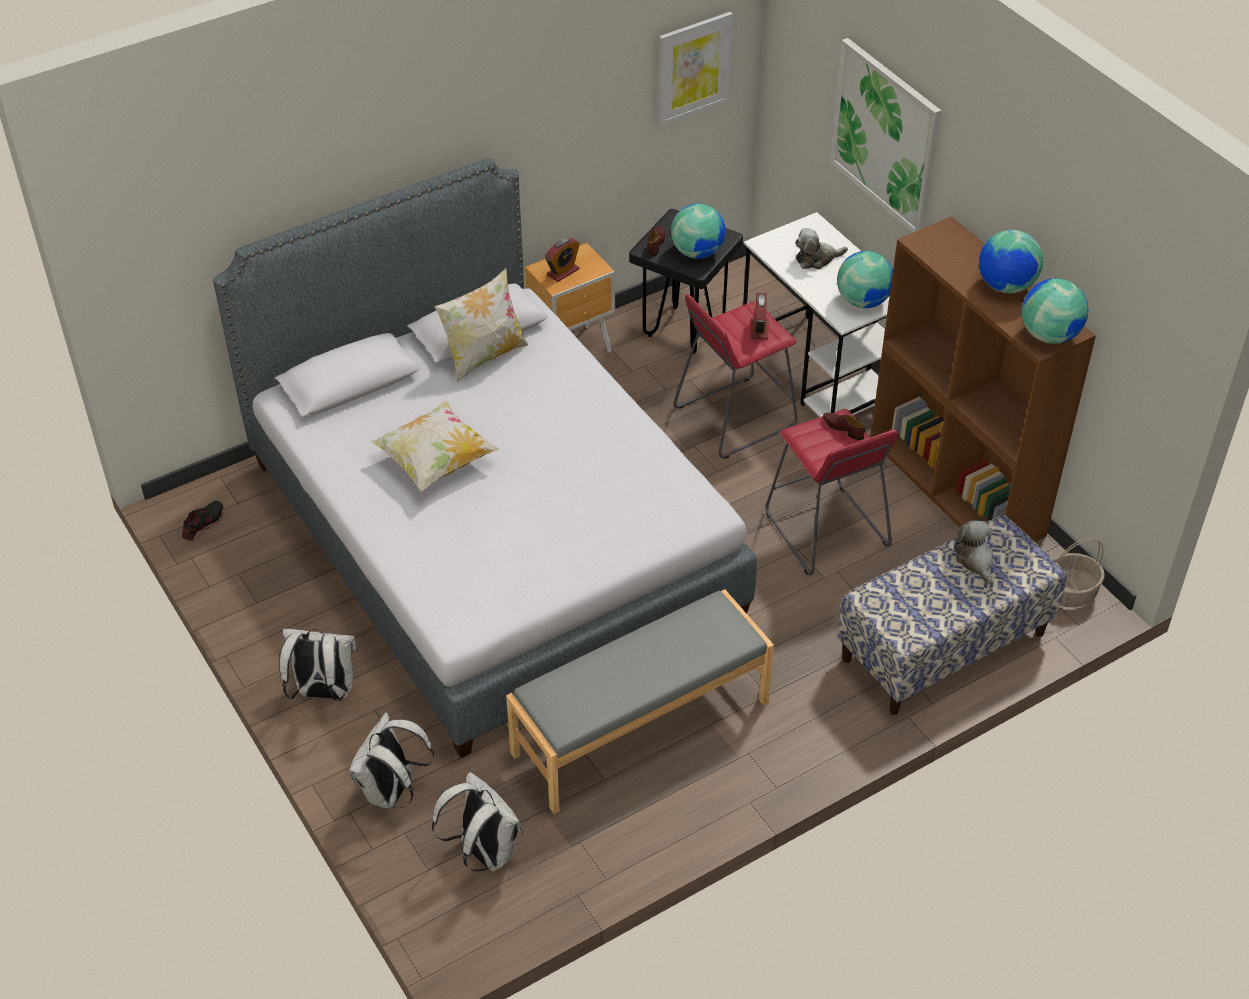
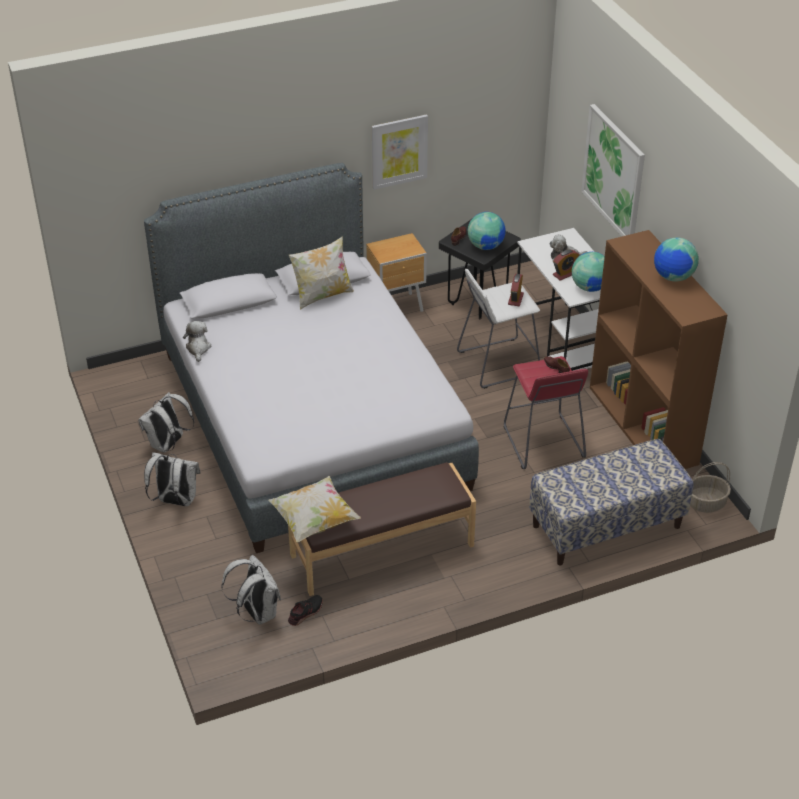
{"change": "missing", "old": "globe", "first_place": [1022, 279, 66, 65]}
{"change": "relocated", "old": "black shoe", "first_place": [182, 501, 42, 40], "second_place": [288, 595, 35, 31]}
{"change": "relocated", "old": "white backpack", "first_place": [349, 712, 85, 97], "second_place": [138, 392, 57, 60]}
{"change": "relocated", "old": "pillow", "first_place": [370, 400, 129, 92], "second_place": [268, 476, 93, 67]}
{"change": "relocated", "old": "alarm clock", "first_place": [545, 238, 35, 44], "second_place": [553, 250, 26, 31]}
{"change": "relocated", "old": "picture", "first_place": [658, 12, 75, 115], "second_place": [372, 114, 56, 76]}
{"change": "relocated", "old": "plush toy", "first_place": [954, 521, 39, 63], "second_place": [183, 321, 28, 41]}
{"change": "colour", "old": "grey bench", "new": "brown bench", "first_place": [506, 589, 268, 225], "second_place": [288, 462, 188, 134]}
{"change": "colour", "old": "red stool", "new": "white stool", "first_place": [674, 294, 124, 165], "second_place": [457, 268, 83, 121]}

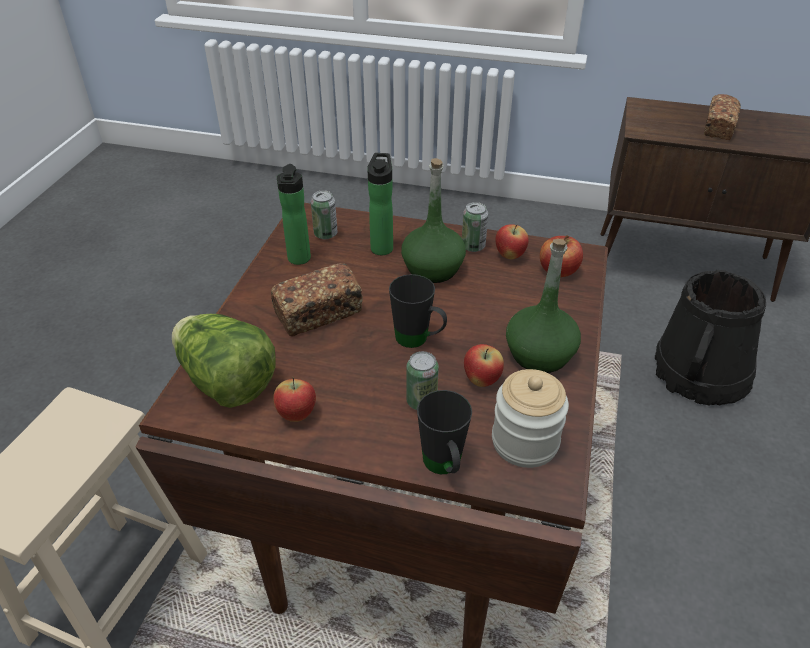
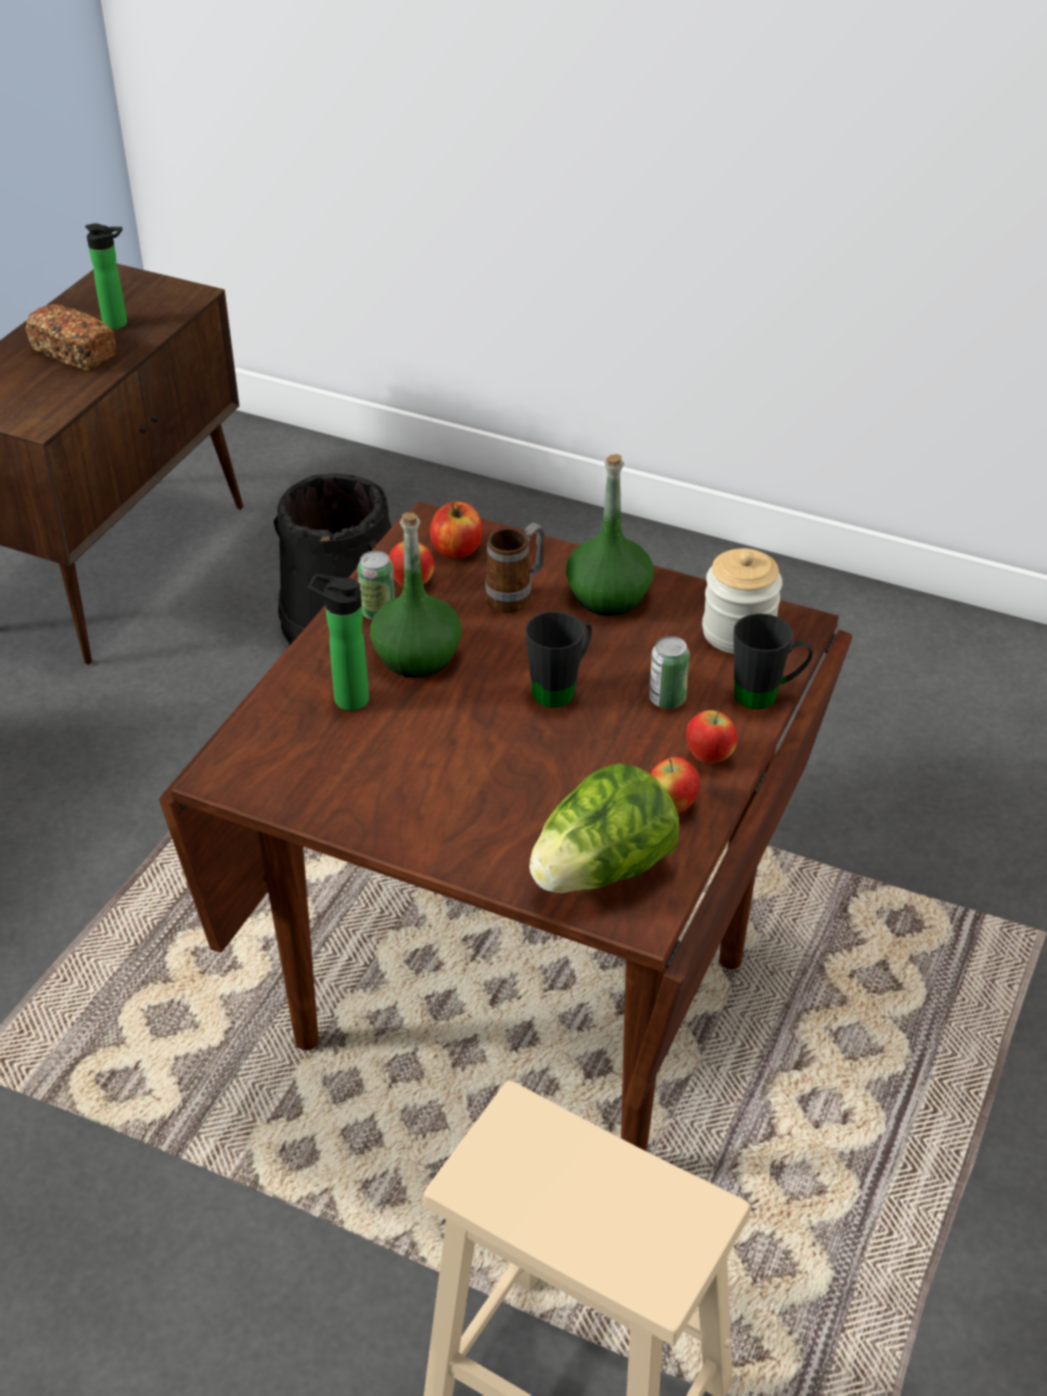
{"change": "missing", "old": "bread", "first_place": [271, 263, 92, 74]}
{"change": "missing", "old": "can", "first_place": [311, 191, 26, 48]}
{"change": "appeared", "new": "mug", "second_place": [485, 523, 60, 90]}
{"change": "relocated", "old": "bottle", "first_place": [277, 164, 34, 101], "second_place": [85, 223, 42, 106]}
{"change": "relocated", "old": "apple", "first_place": [464, 344, 40, 43], "second_place": [686, 710, 51, 53]}

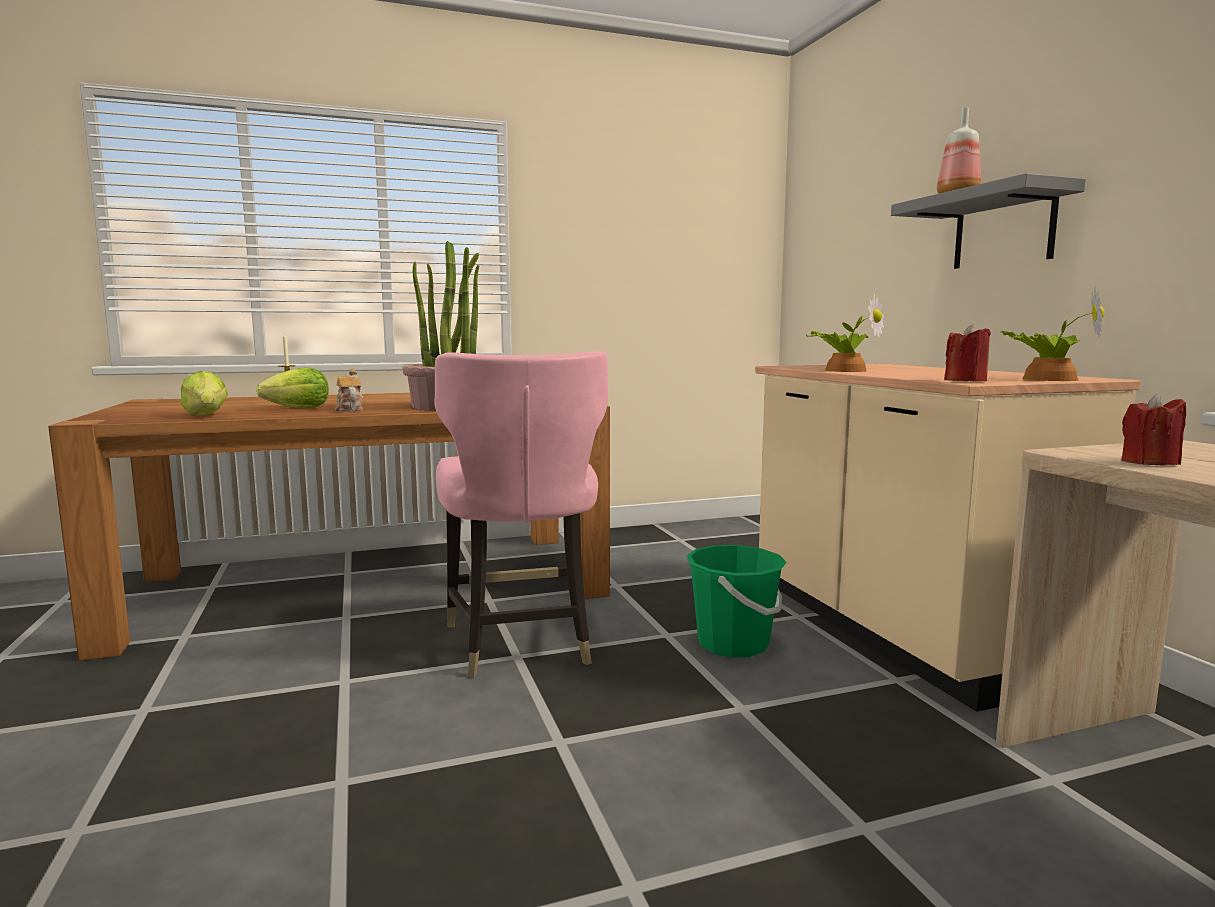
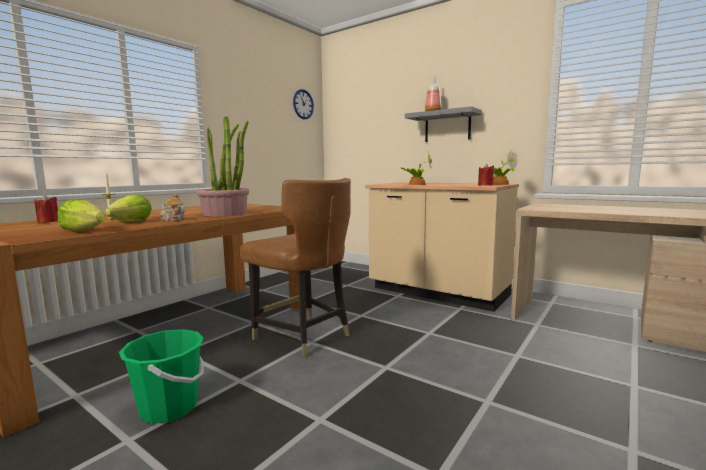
{"change": "appeared", "new": "wall clock", "second_place": [293, 89, 21, 30]}
{"change": "relocated", "old": "green bucket", "first_place": [686, 545, 101, 113], "second_place": [119, 329, 85, 95]}
{"change": "relocated", "old": "red candle", "first_place": [1121, 393, 65, 73], "second_place": [34, 195, 24, 28]}
{"change": "colour", "old": "pink chair", "new": "brown chair", "first_place": [435, 351, 173, 327], "second_place": [240, 178, 111, 179]}

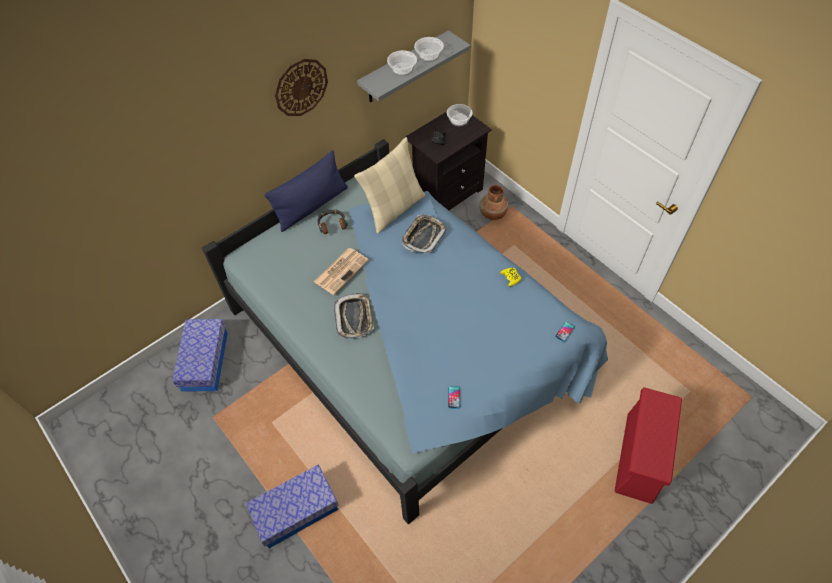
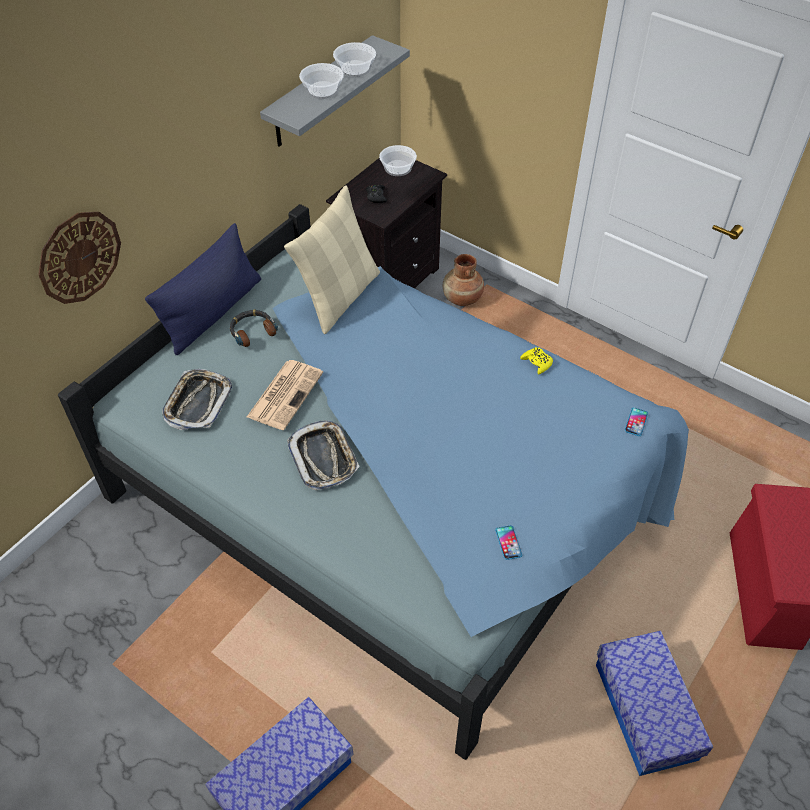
{"change": "relocated", "old": "storage box", "first_place": [172, 319, 56, 73], "second_place": [596, 631, 117, 145]}
{"change": "relocated", "old": "wall clock", "first_place": [275, 59, 53, 57], "second_place": [38, 212, 83, 92]}
{"change": "relocated", "old": "tray", "first_place": [402, 215, 44, 39], "second_place": [162, 369, 70, 61]}

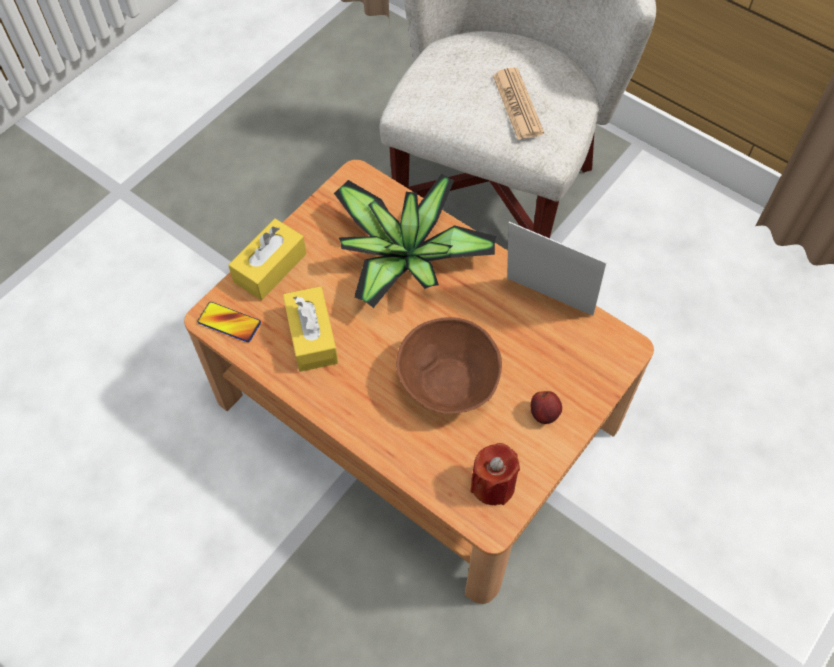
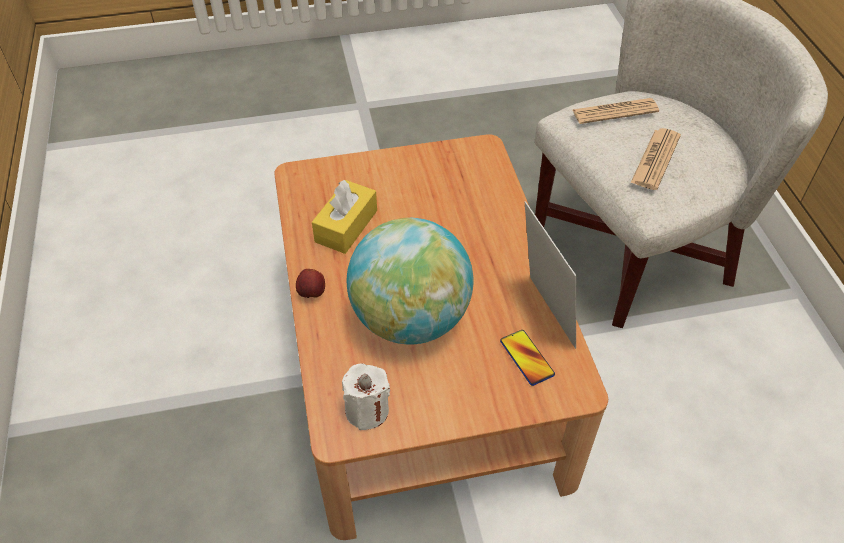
{"change": "missing", "old": "yellow tissue box", "first_place": [228, 219, 78, 81]}
{"change": "missing", "old": "potted plant", "first_place": [334, 174, 162, 134]}
{"change": "appeared", "new": "newspaper", "second_place": [573, 98, 86, 26]}
{"change": "relocated", "old": "phone", "first_place": [197, 302, 64, 40], "second_place": [500, 330, 55, 56]}
{"change": "relocated", "old": "apple", "first_place": [531, 391, 31, 33], "second_place": [296, 269, 29, 29]}
{"change": "exchanged", "old": "brown bowl", "new": "globe", "first_place": [396, 317, 106, 97], "second_place": [347, 218, 126, 126]}
{"change": "colour", "old": "red candle", "new": "white candle", "first_place": [470, 443, 50, 63], "second_place": [342, 363, 48, 67]}

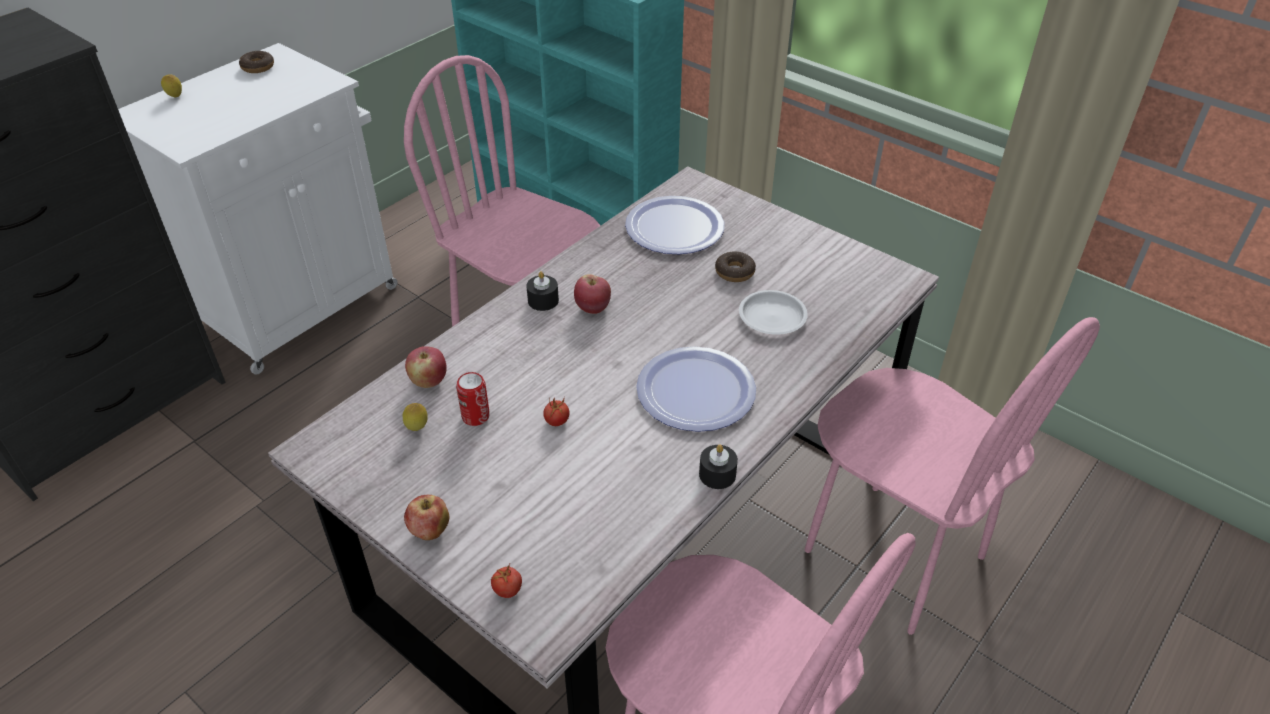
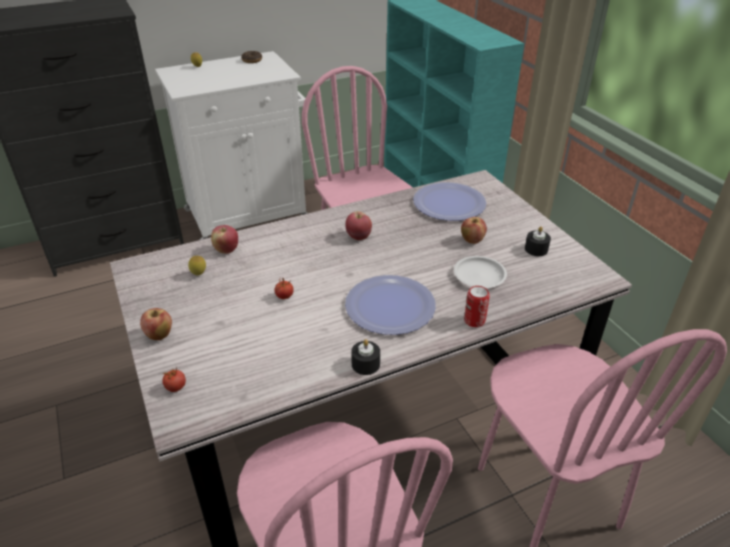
{"change": "relocated", "old": "can", "first_place": [456, 372, 34, 54], "second_place": [464, 286, 26, 41]}
{"change": "relocated", "old": "black candle", "first_place": [526, 271, 33, 40], "second_place": [525, 226, 26, 30]}
{"change": "exchanged", "old": "donut", "new": "apple", "first_place": [715, 252, 41, 30], "second_place": [461, 217, 26, 27]}

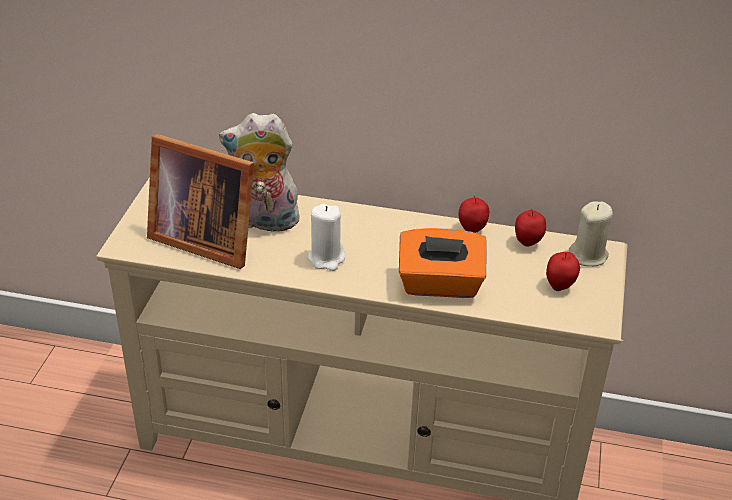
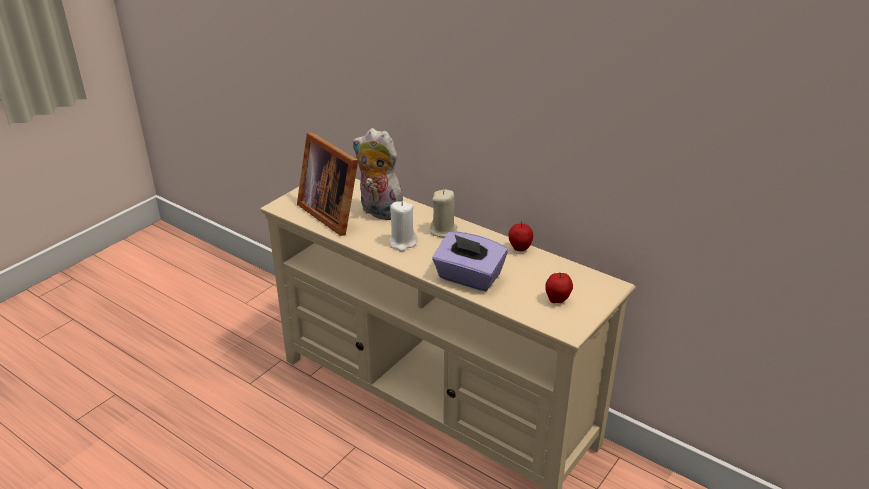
{"change": "missing", "old": "apple", "first_place": [515, 208, 31, 39]}
{"change": "relocated", "old": "beige candle", "first_place": [569, 201, 44, 65], "second_place": [430, 189, 28, 48]}
{"change": "colour", "old": "orange tissue box", "new": "purple tissue box", "first_place": [399, 228, 87, 70], "second_place": [432, 232, 76, 59]}

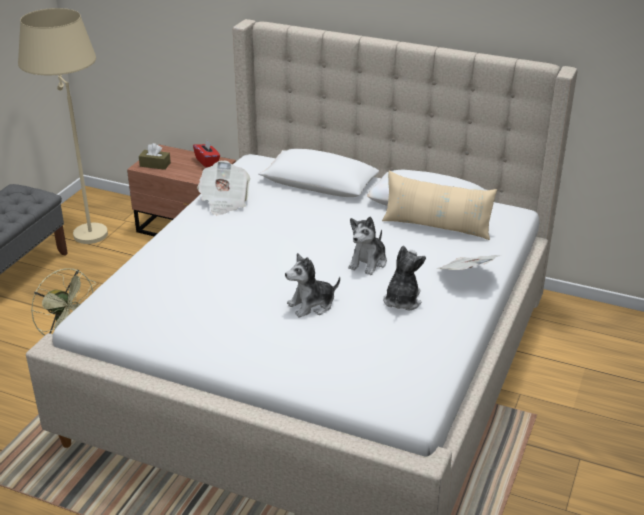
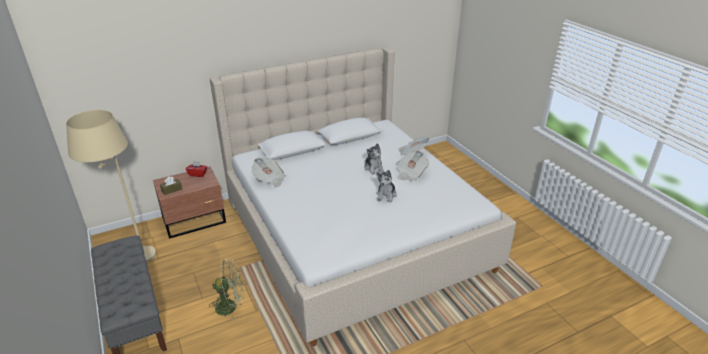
{"change": "missing", "old": "beige pillow", "first_place": [382, 171, 115, 69]}
{"change": "exchanged", "old": "plush toy", "new": "newspaper", "first_place": [383, 246, 43, 65], "second_place": [397, 150, 32, 31]}

